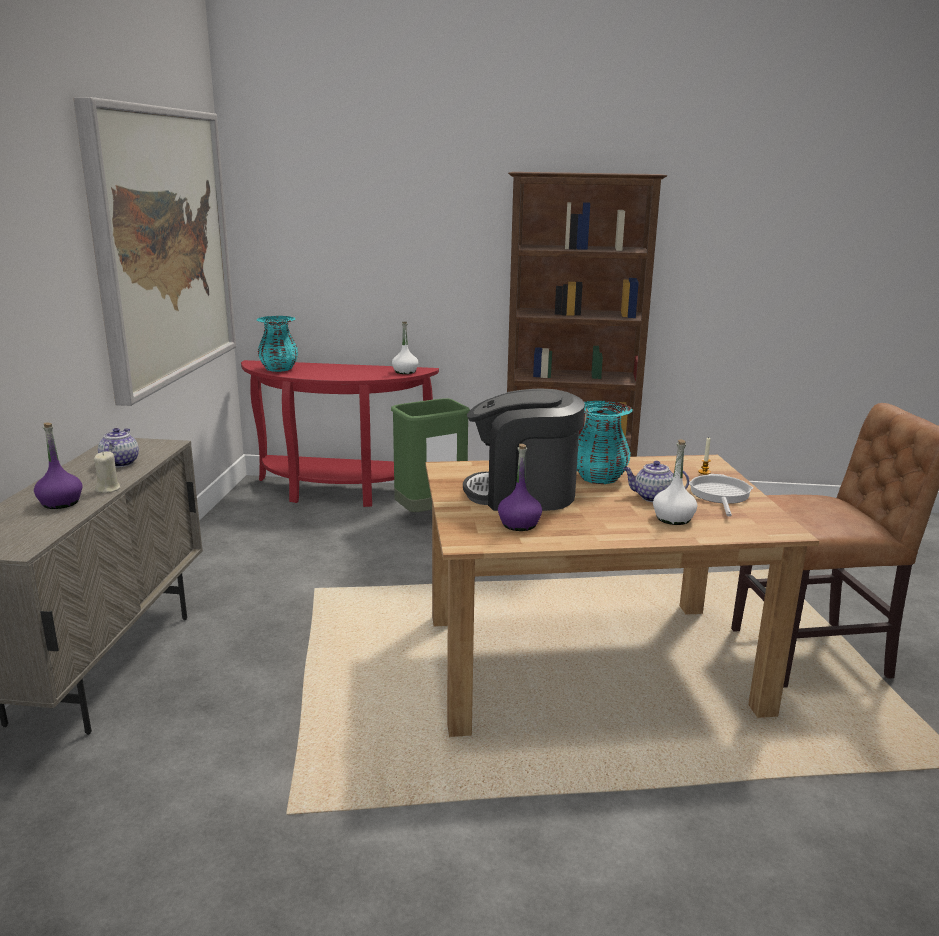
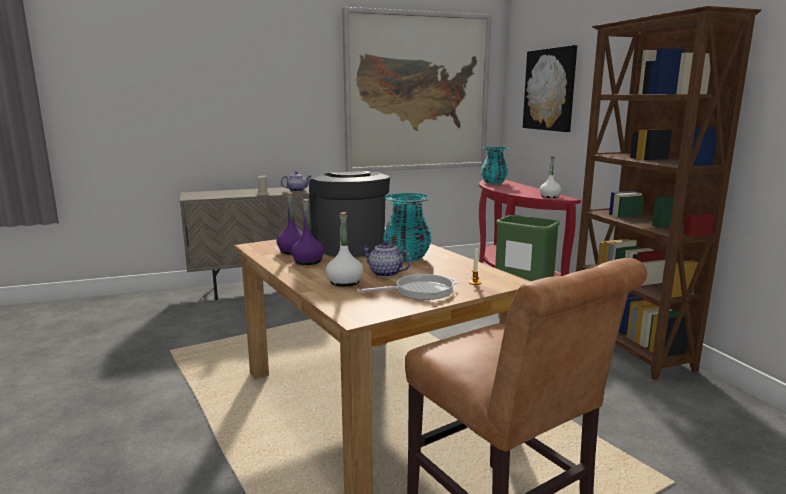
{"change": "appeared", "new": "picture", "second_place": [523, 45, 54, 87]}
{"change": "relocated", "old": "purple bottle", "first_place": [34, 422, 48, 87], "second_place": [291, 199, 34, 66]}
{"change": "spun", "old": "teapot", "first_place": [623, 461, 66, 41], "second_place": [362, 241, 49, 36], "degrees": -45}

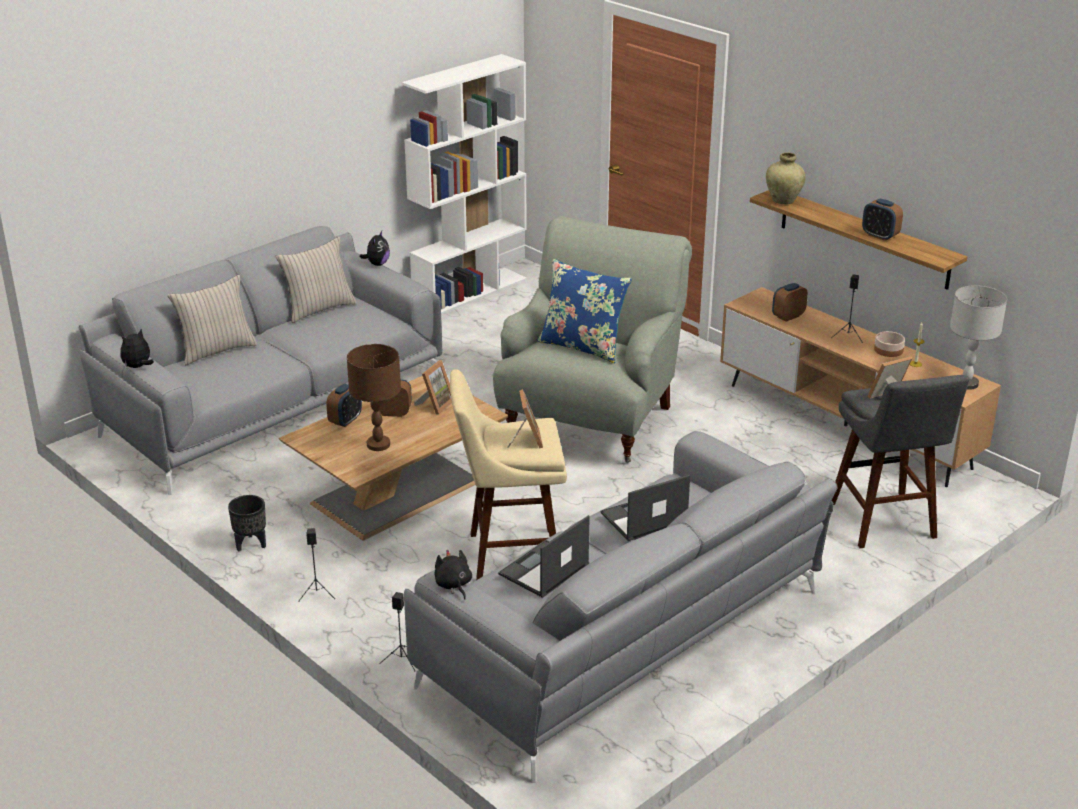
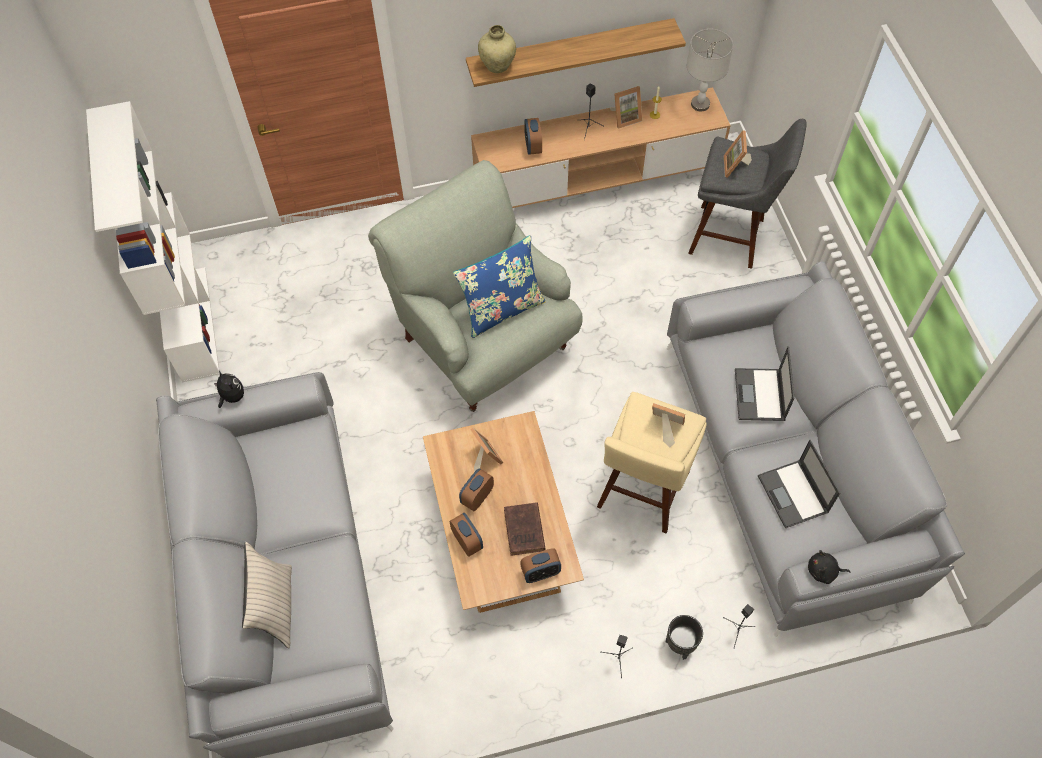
{"change": "missing", "old": "plush toy", "first_place": [120, 329, 34, 39]}
{"change": "missing", "old": "beige pillow", "first_place": [275, 237, 82, 86]}
{"change": "relocated", "old": "black planter", "first_place": [228, 495, 38, 56], "second_place": [665, 615, 38, 45]}
{"change": "relocated", "old": "alarm clock", "first_place": [862, 199, 41, 42], "second_place": [521, 548, 40, 35]}
{"change": "exchanged", "old": "brown table lamp", "new": "brown book", "first_place": [347, 344, 54, 107], "second_place": [504, 502, 42, 54]}
{"change": "exchanged", "old": "bowl", "new": "picture frame", "first_place": [874, 331, 31, 26], "second_place": [610, 86, 32, 43]}

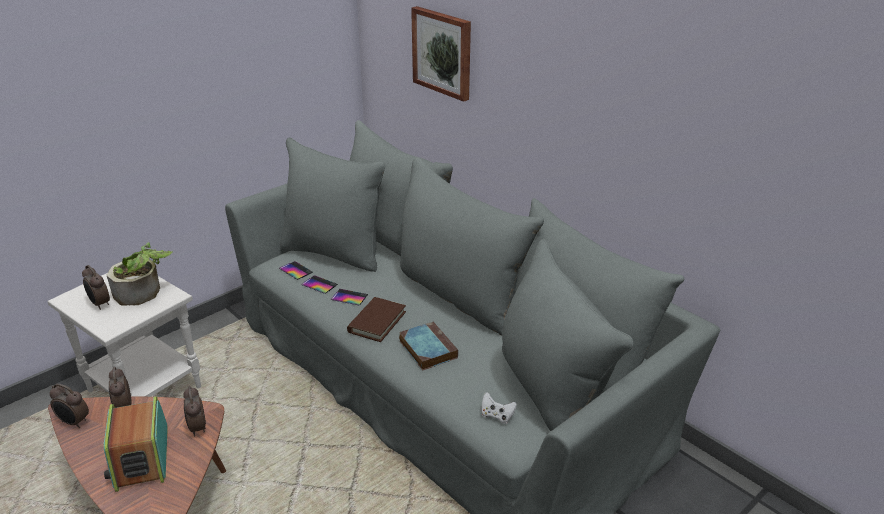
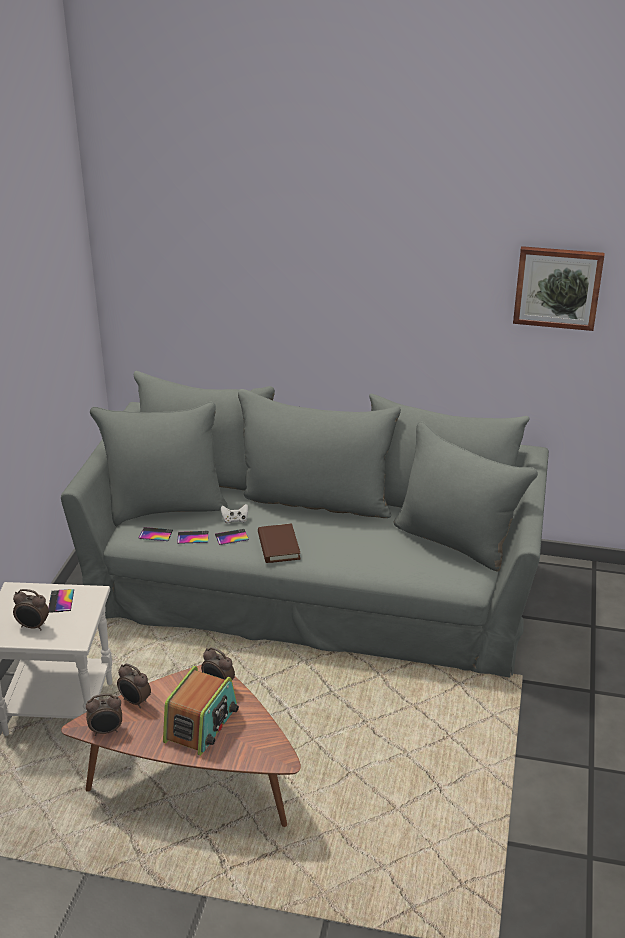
{"change": "missing", "old": "book", "first_place": [399, 322, 59, 48]}
{"change": "relocated", "old": "picture", "first_place": [411, 6, 60, 96], "second_place": [513, 246, 91, 85]}
{"change": "relocated", "old": "white game controller", "first_place": [481, 392, 36, 32], "second_place": [221, 504, 27, 20]}
{"change": "exchanged", "old": "potted plant", "new": "phone", "first_place": [107, 242, 66, 64], "second_place": [48, 589, 26, 24]}
{"change": "spun", "old": "radio", "first_place": [103, 396, 65, 96], "second_place": [163, 666, 76, 90], "degrees": -105}

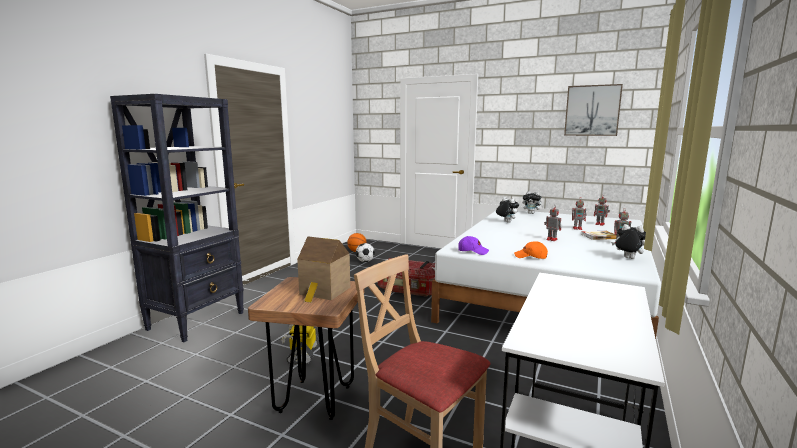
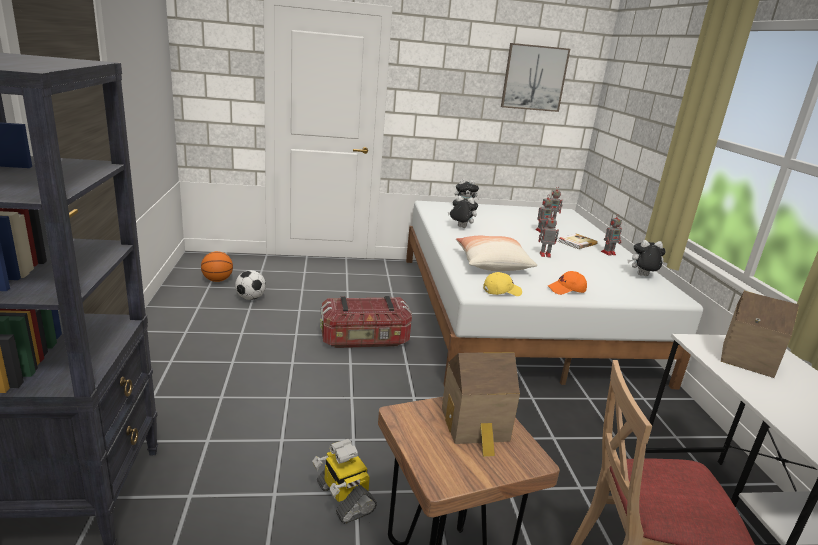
{"change": "appeared", "new": "pillow", "second_place": [456, 236, 81, 35]}
{"change": "appeared", "new": "toy house", "second_place": [721, 291, 78, 87]}
{"change": "colour", "old": "purple cap", "new": "yellow cap", "first_place": [458, 236, 31, 19], "second_place": [483, 272, 39, 24]}

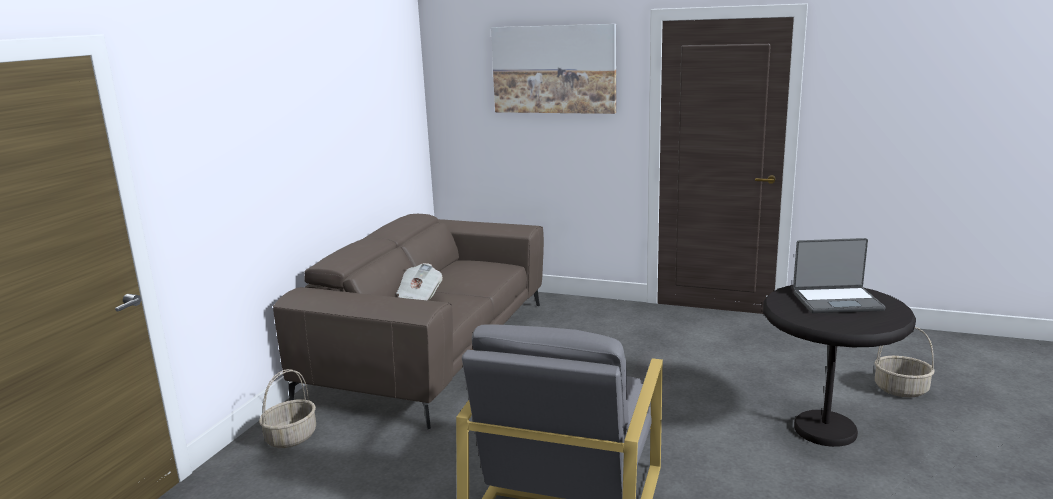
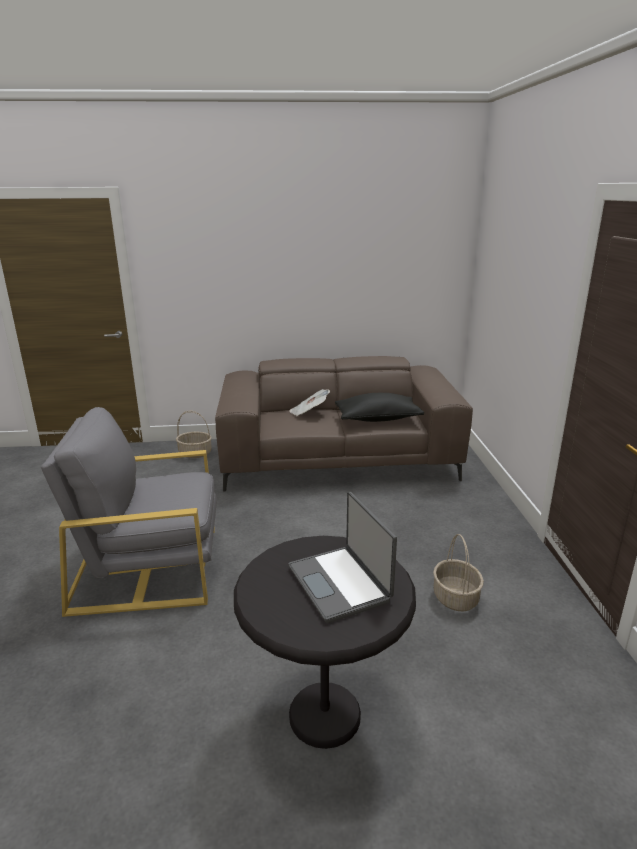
{"change": "missing", "old": "picture", "first_place": [491, 24, 125, 90]}
{"change": "appeared", "new": "black pillow", "second_place": [335, 393, 89, 29]}
{"change": "relocated", "old": "basket", "first_place": [874, 327, 61, 70], "second_place": [433, 534, 51, 78]}

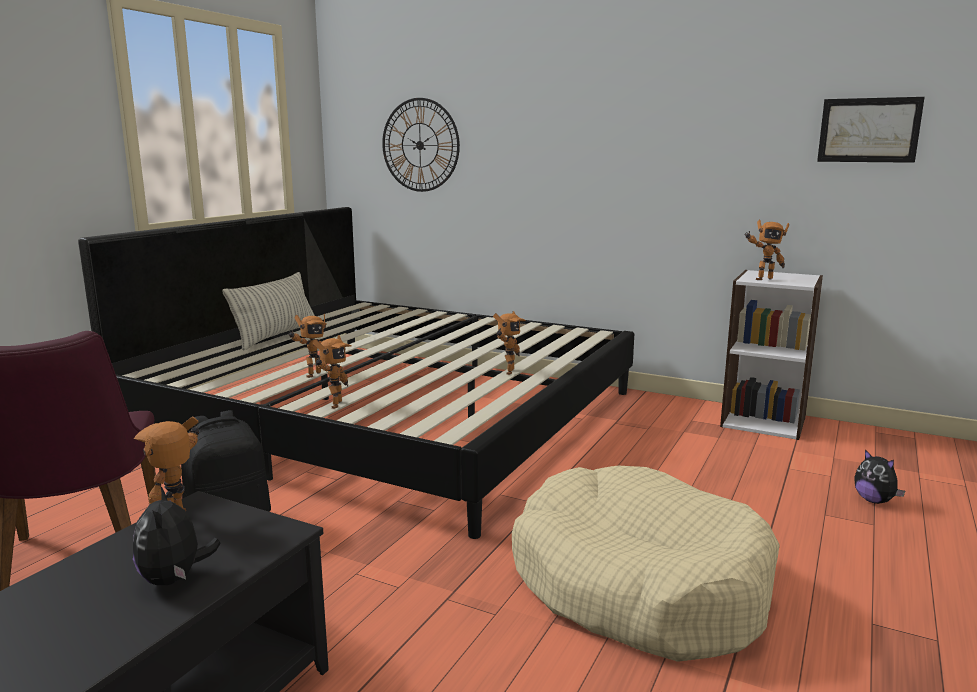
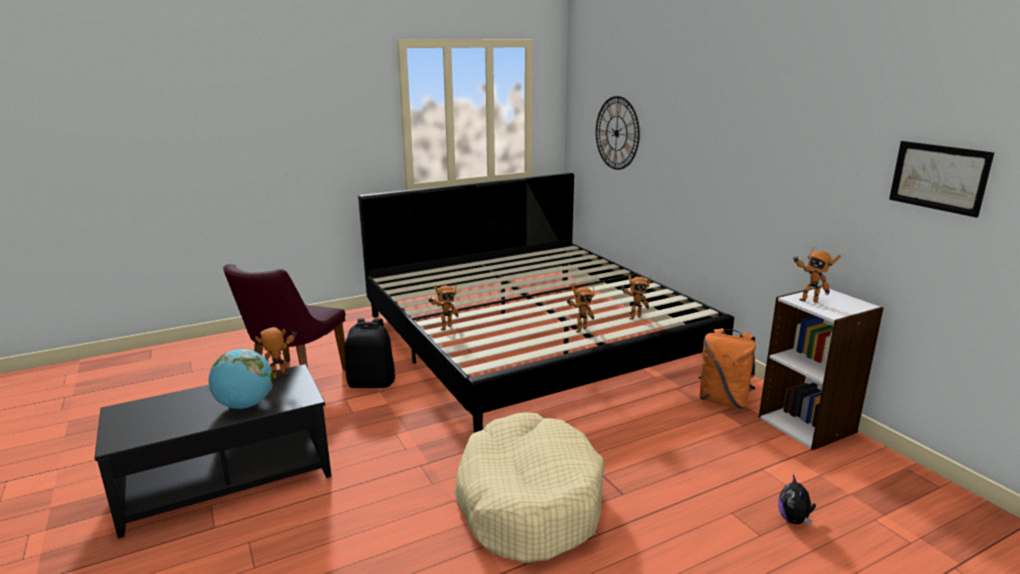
{"change": "missing", "old": "pillow", "first_place": [222, 272, 93, 79]}
{"change": "appeared", "new": "orange backpack", "second_place": [699, 328, 57, 81]}
{"change": "relocated", "old": "toy robot", "first_place": [289, 314, 38, 64], "second_place": [620, 275, 31, 45]}
{"change": "exchanged", "old": "plush toy", "new": "globe", "first_place": [133, 487, 88, 98], "second_place": [209, 349, 64, 60]}

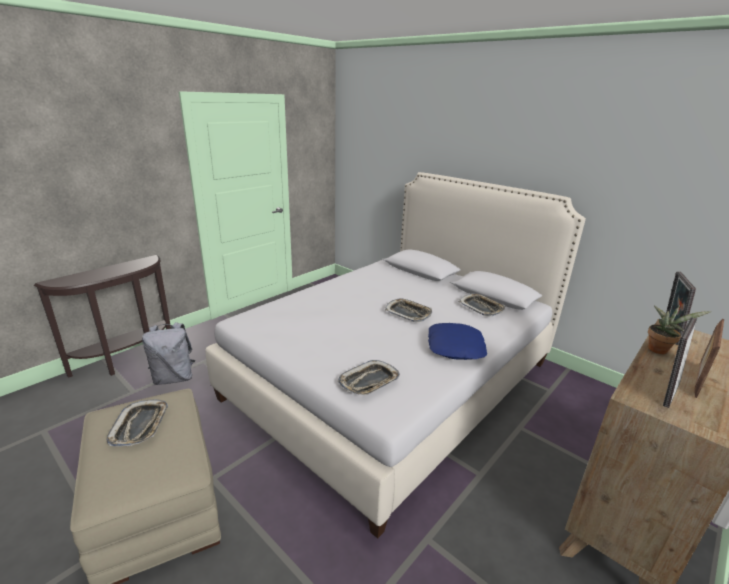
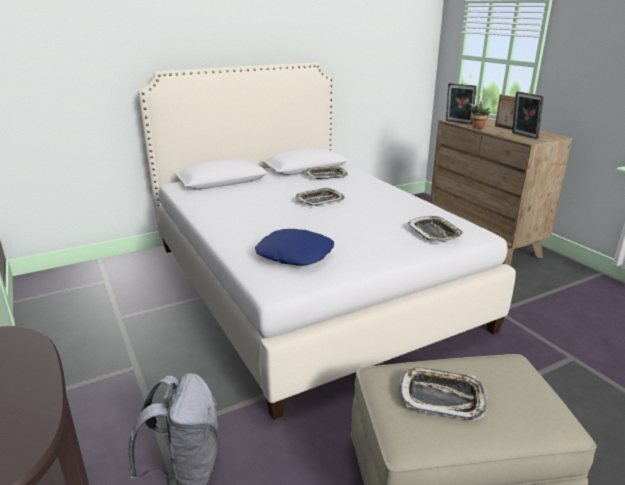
{"change": "relocated", "old": "blue pillow", "first_place": [428, 323, 59, 37], "second_place": [255, 229, 79, 37]}

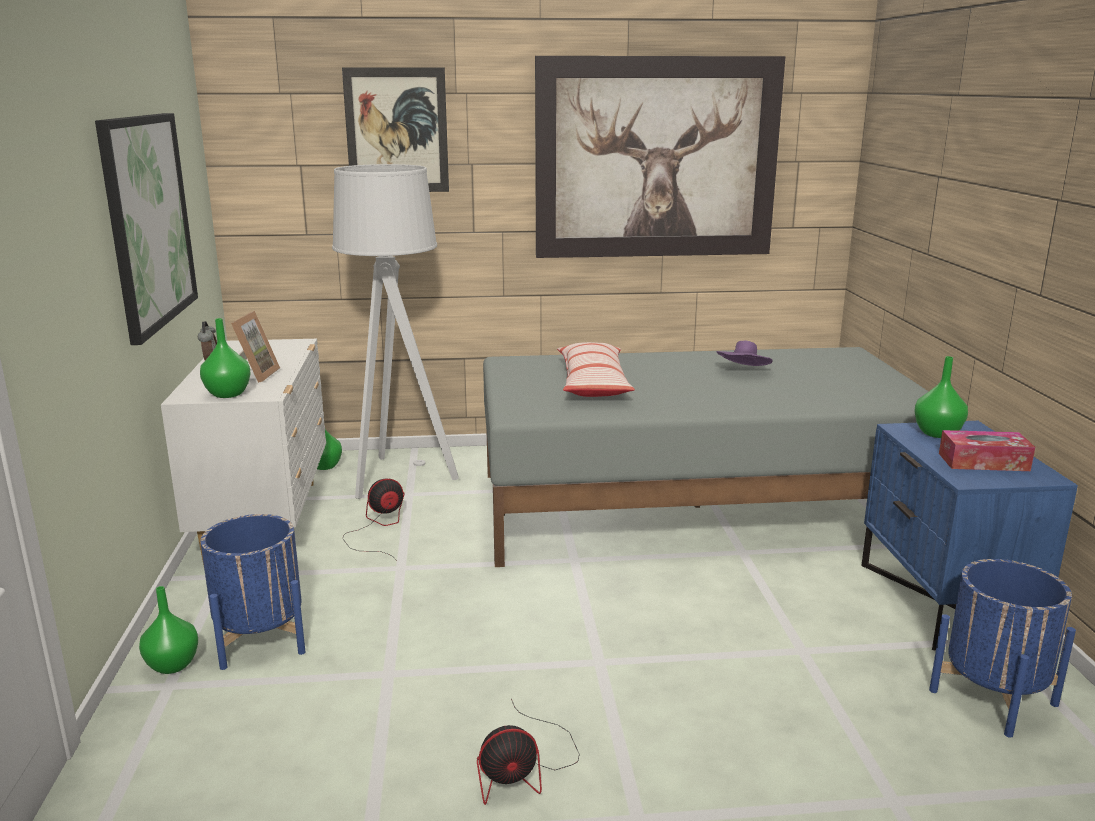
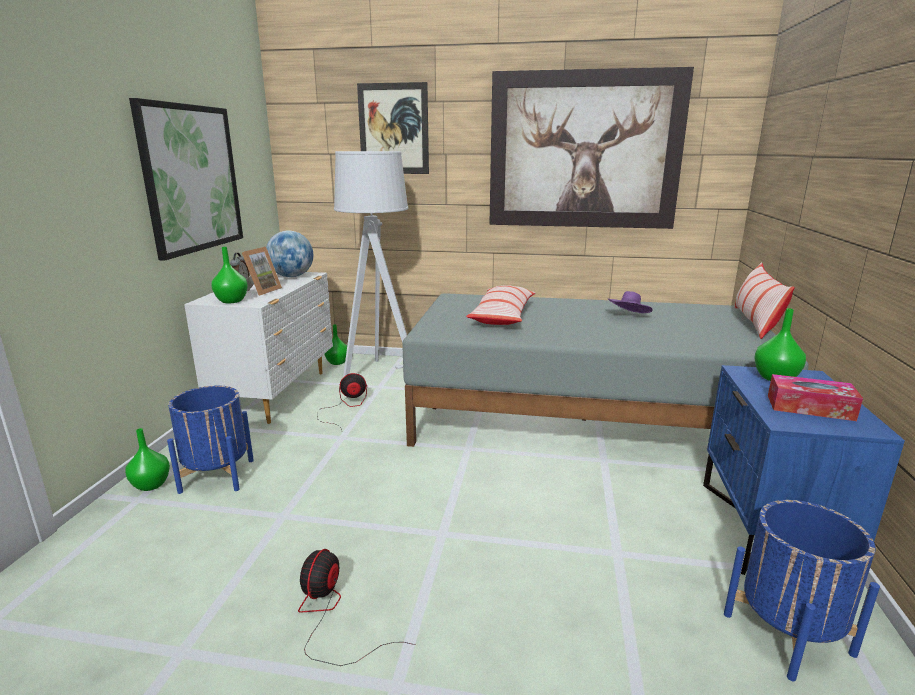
{"change": "appeared", "new": "globe", "second_place": [266, 230, 47, 47]}
{"change": "appeared", "new": "pillow", "second_place": [734, 262, 61, 77]}
{"change": "spun", "old": "fan", "first_place": [477, 699, 103, 106], "second_place": [298, 549, 118, 117], "degrees": 105}

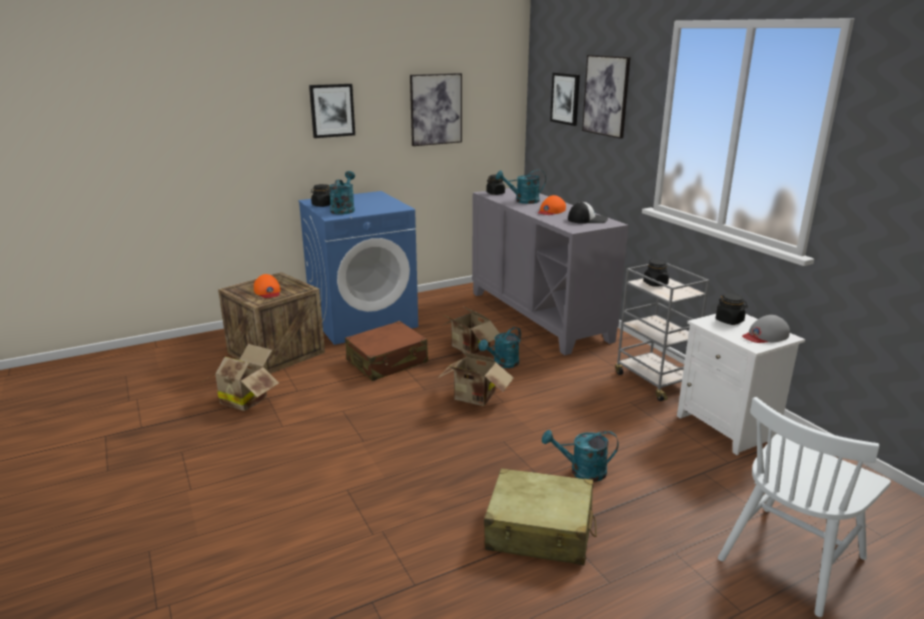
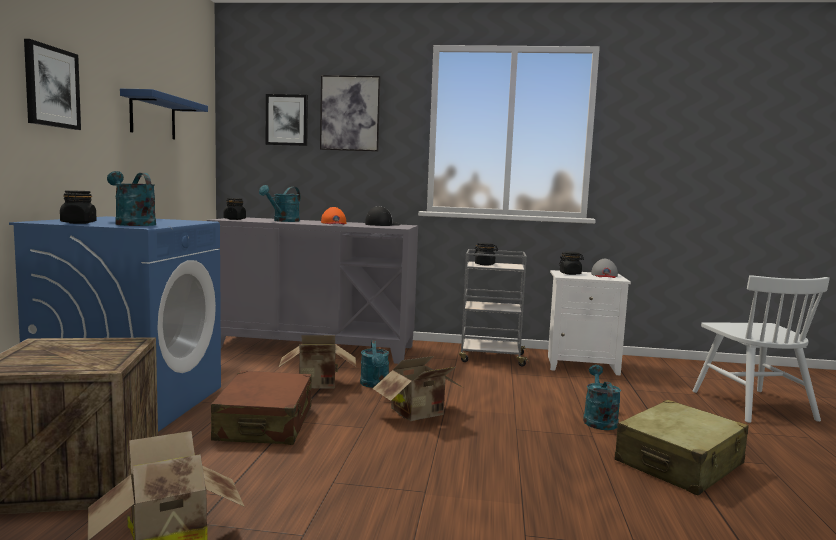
{"change": "missing", "old": "orange cap", "first_place": [254, 274, 27, 24]}
{"change": "exchanged", "old": "picture", "new": "blue shelf", "first_place": [410, 73, 52, 73], "second_place": [120, 89, 88, 50]}
{"change": "spun", "old": "turquoise watering can", "first_place": [542, 430, 77, 52], "second_place": [583, 365, 38, 65], "degrees": 150}

